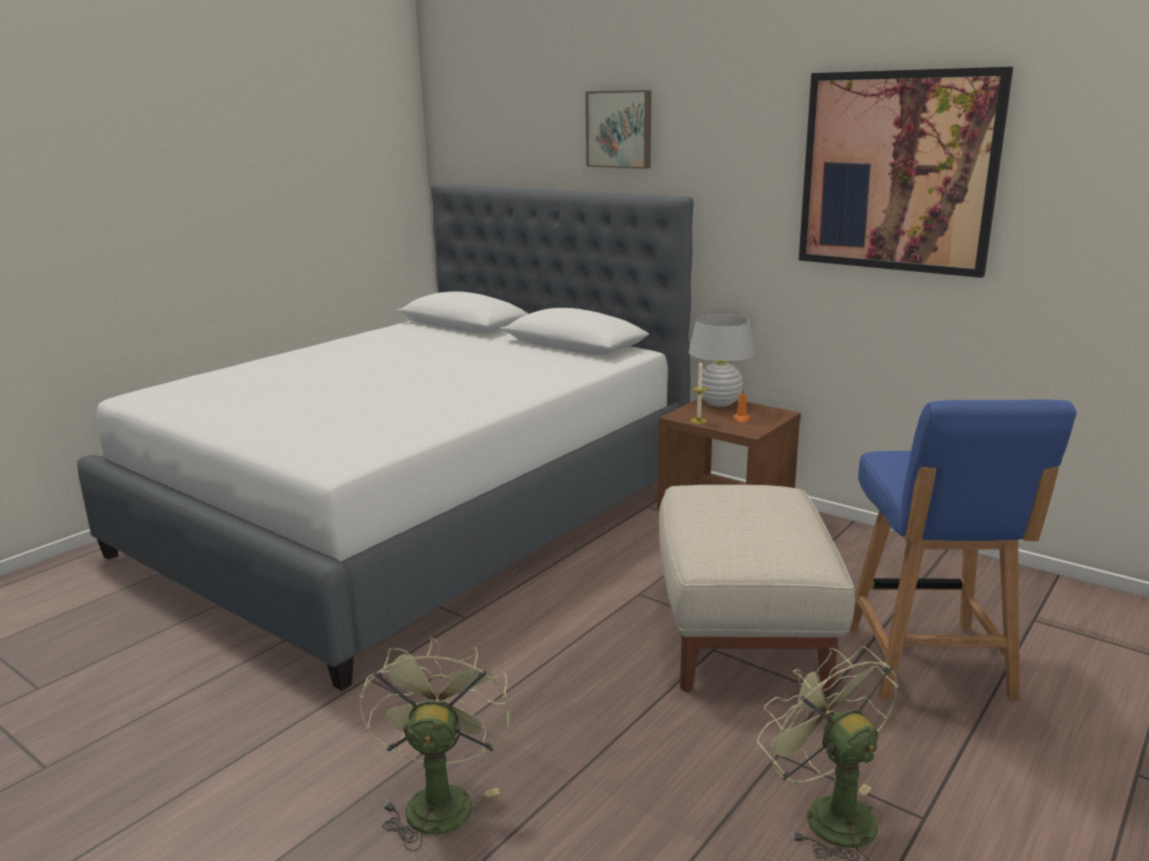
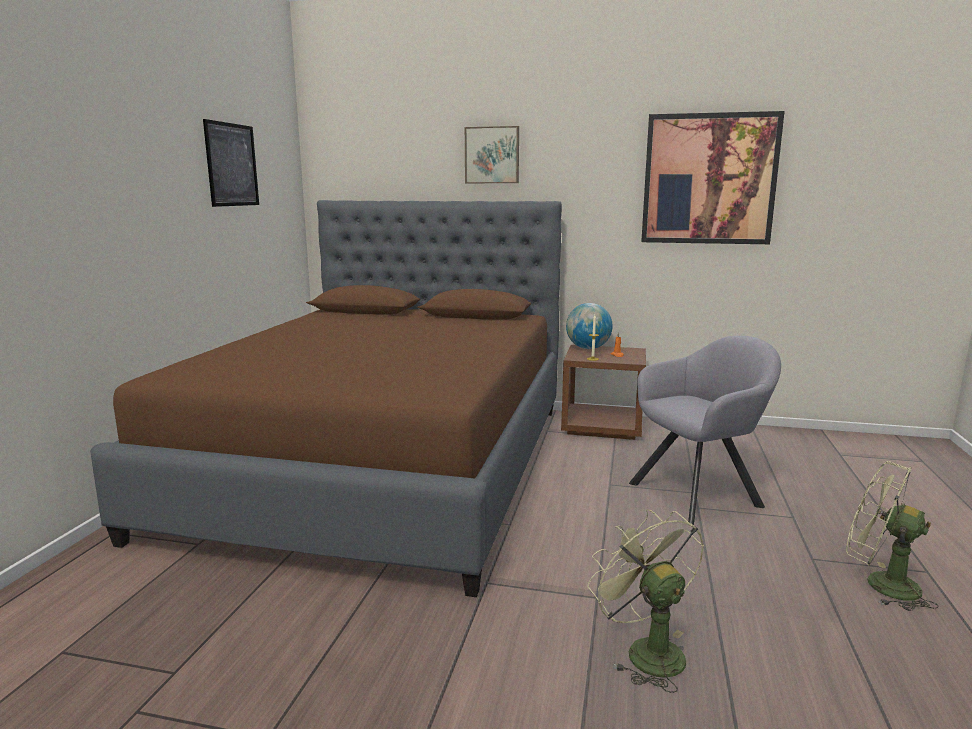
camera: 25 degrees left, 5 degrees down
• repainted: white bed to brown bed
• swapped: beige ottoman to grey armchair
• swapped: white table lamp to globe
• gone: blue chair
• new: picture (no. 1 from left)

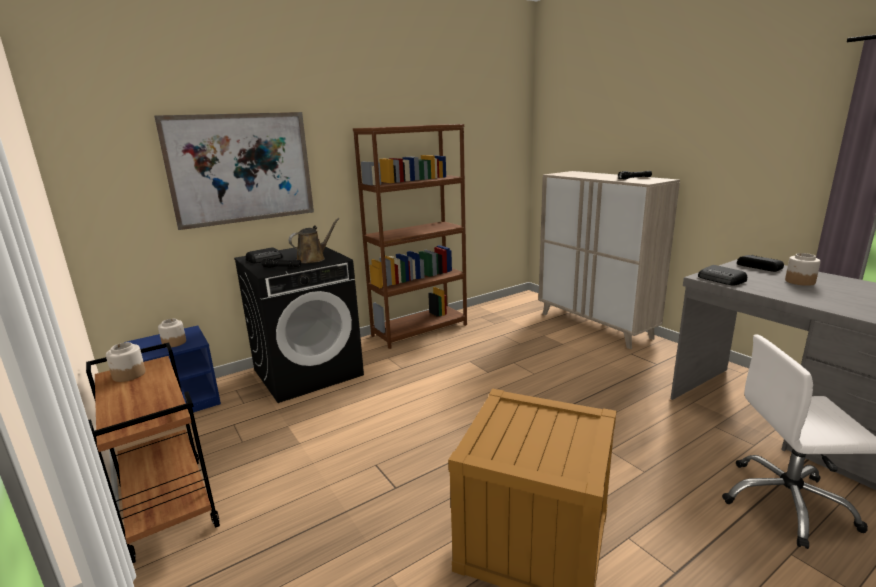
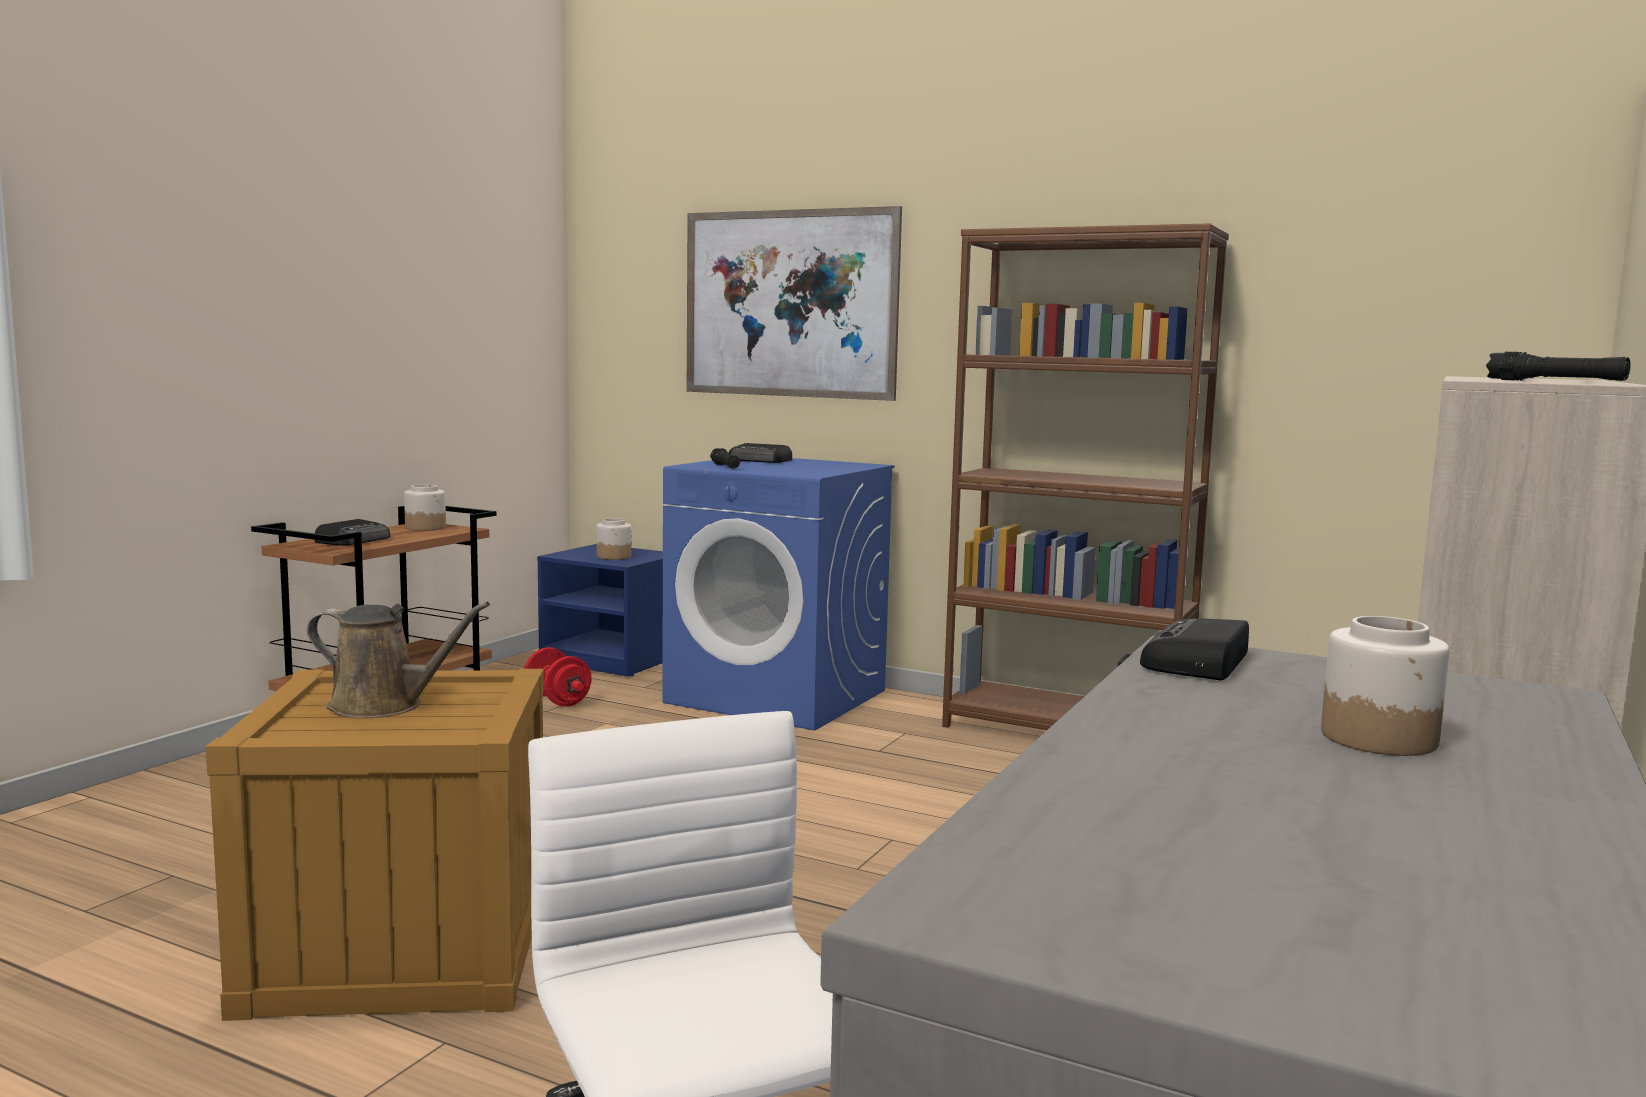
camera: 60 degrees right, 10 degrees down
• repainted: black washing machine to blue washing machine
• shifted: brown watering can
• shifted: radio (no. 3 from left in the first image) to radio (no. 1 from left)
• new: red dumbbell

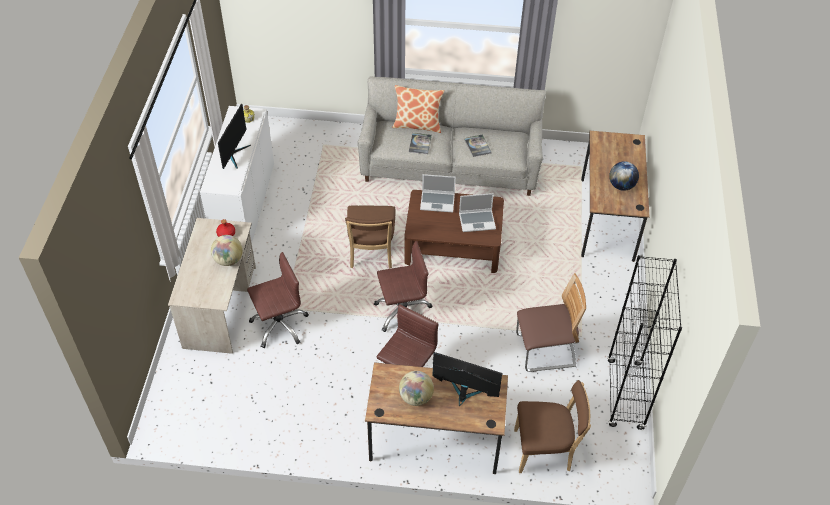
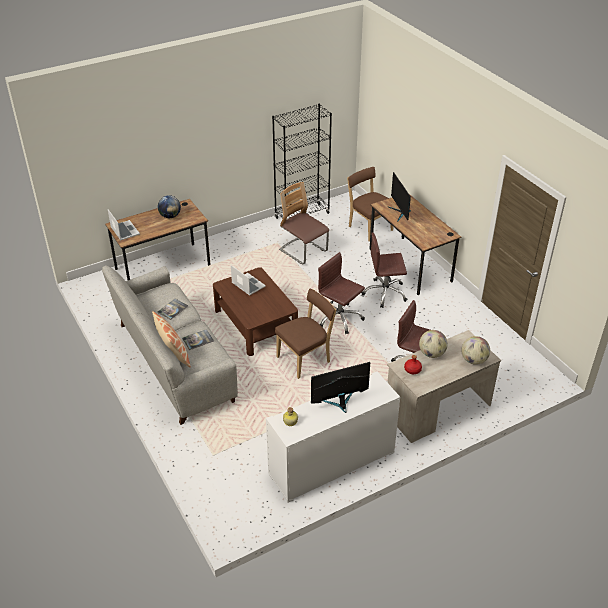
camera: 125 degrees left, 10 degrees down
• shifted: globe (no. 2 from left in the first image) to globe (no. 3 from left)
• shifted: laptop (no. 1 from left)

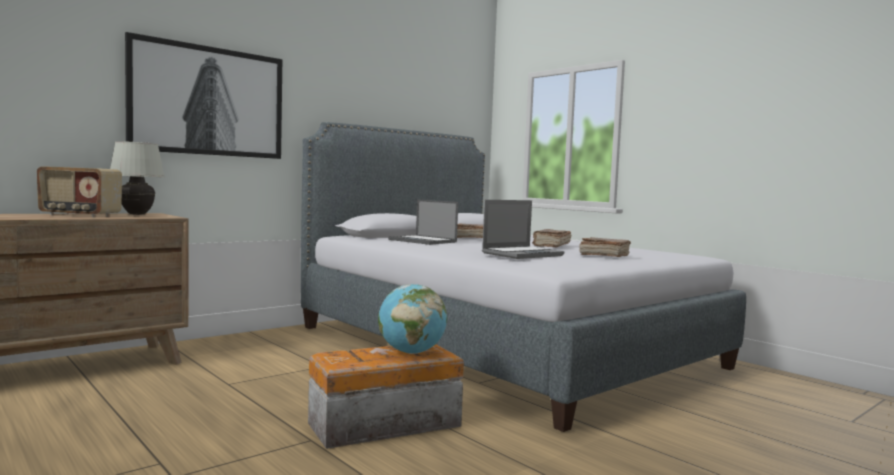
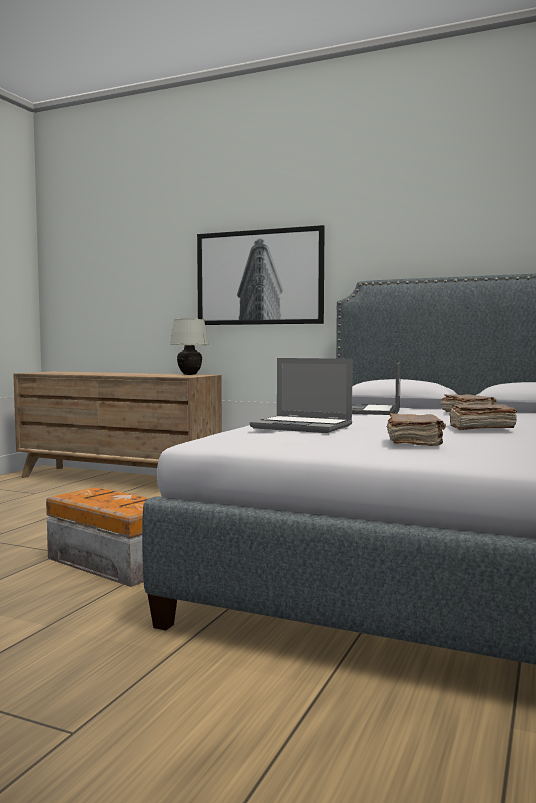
camera: 65 degrees right, 0 degrees up
• gone: radio
• gone: globe

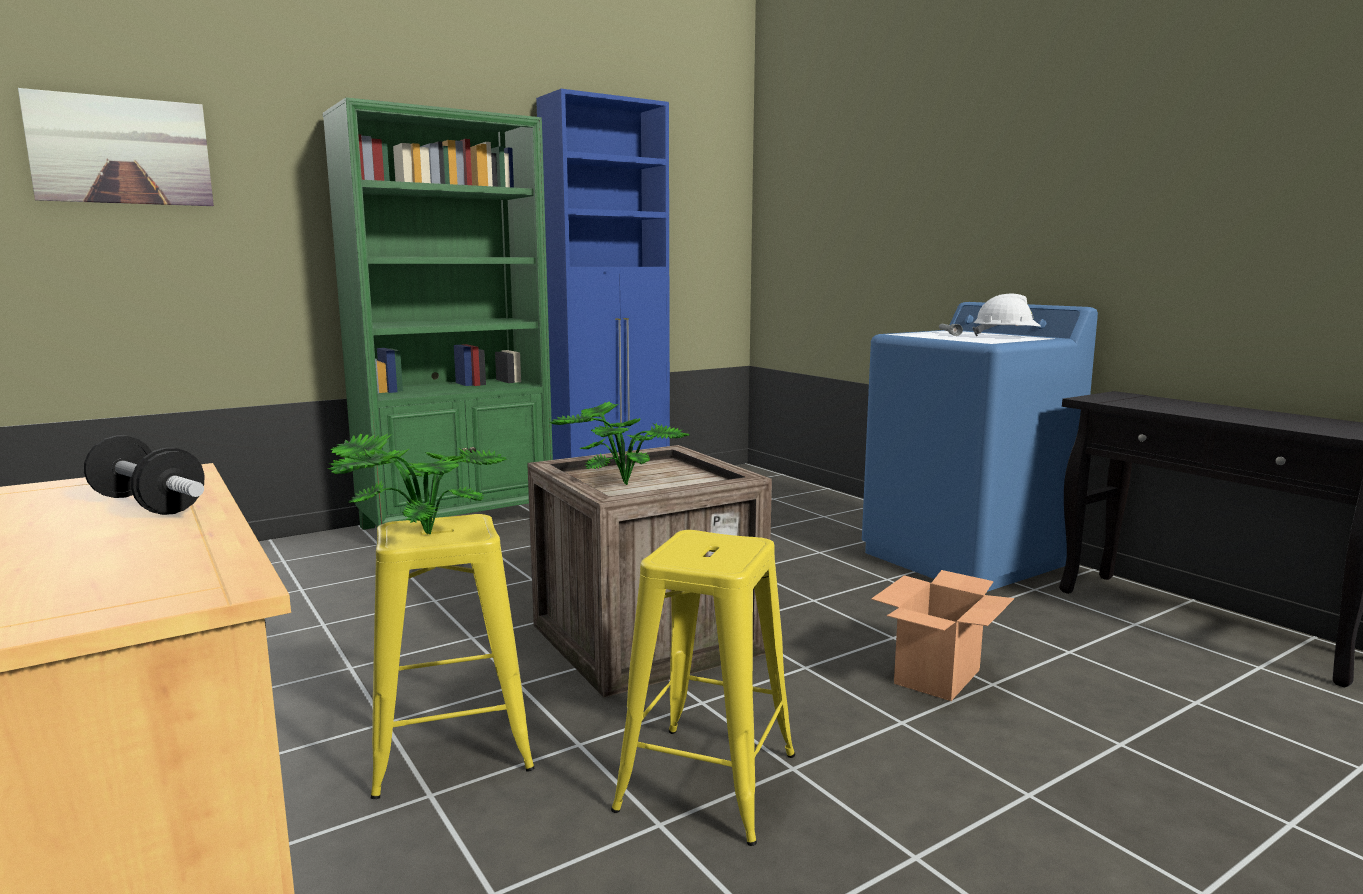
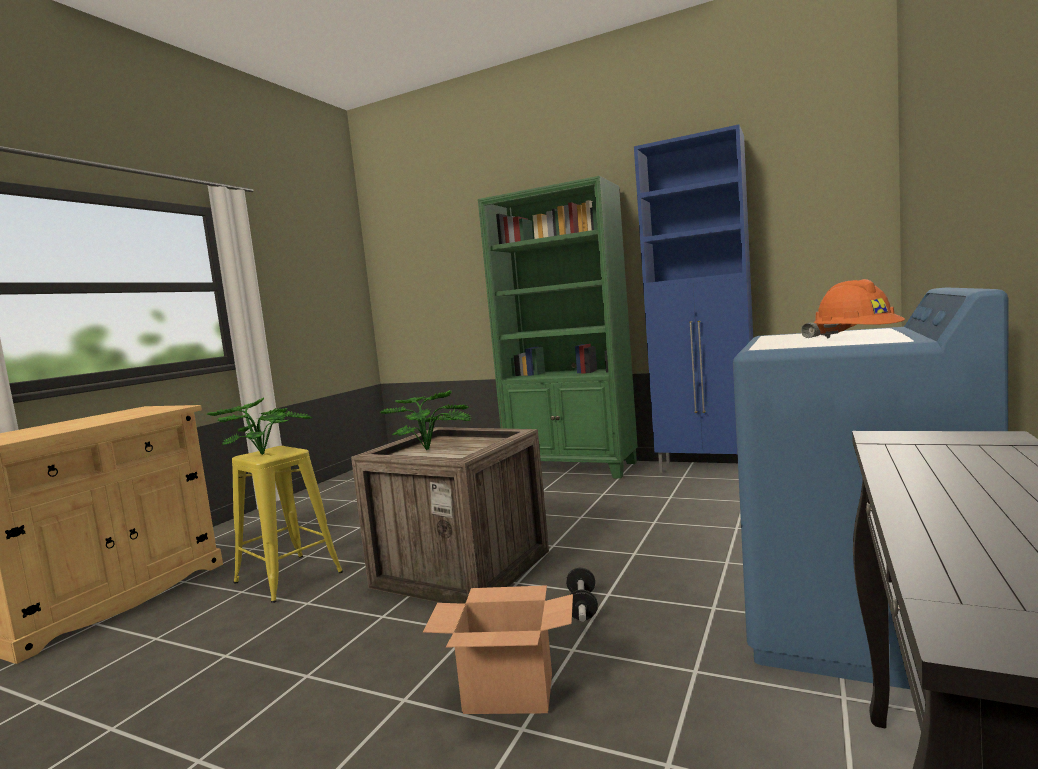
camera: 60 degrees right, 5 degrees down
• gone: picture
• shifted: dumbbell
• gone: yellow stool (no. 2 from left)
• repainted: white hard hat to orange hard hat

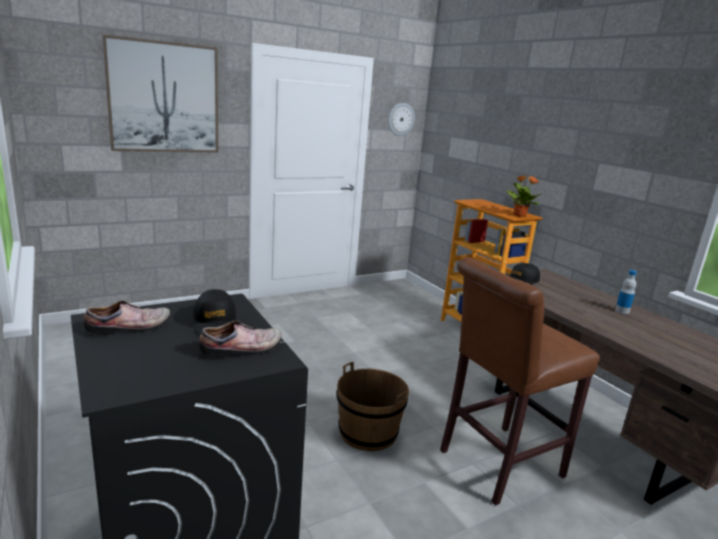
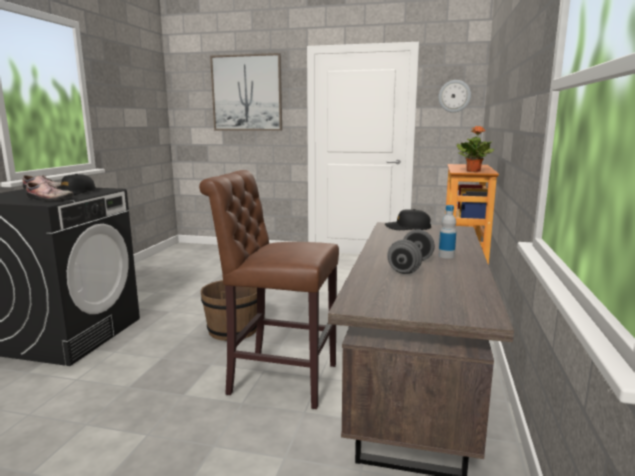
camera: 45 degrees right, 5 degrees down
• new: grey dumbbell

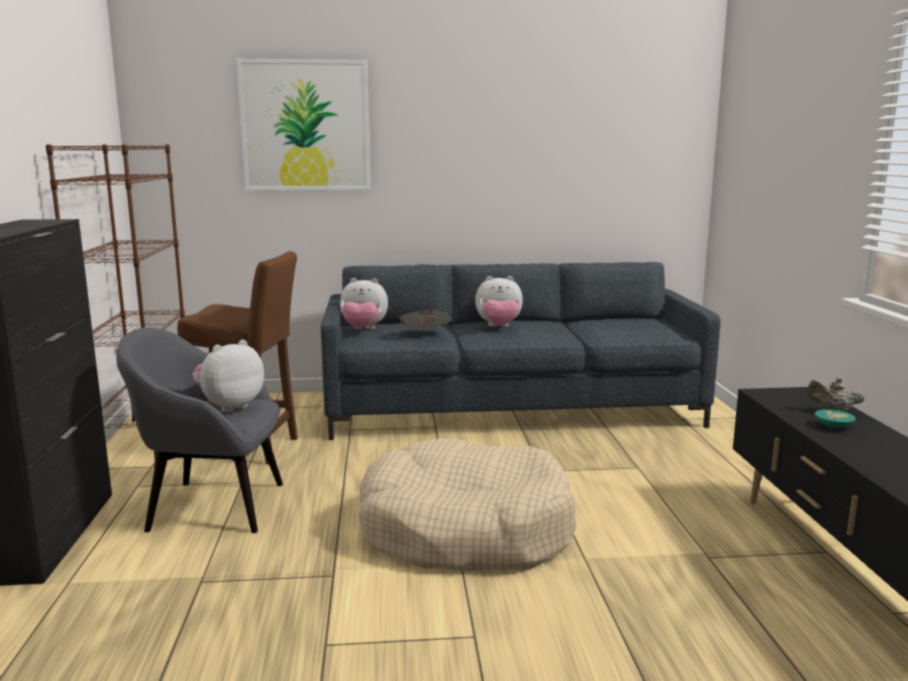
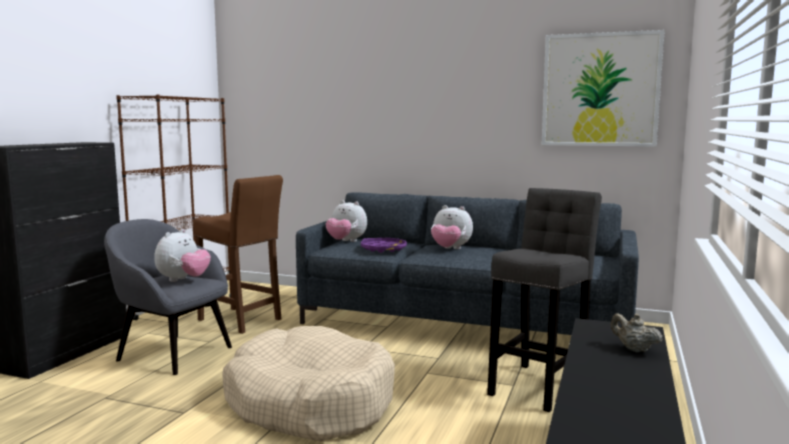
camera: 25 degrees right, 5 degrees down
• rotated: plush toy (no. 1 from left) 135 degrees clockwise
• shifted: picture
• swapped: newspaper to purple tray
• gone: turquoise bowl
• new: grey stool

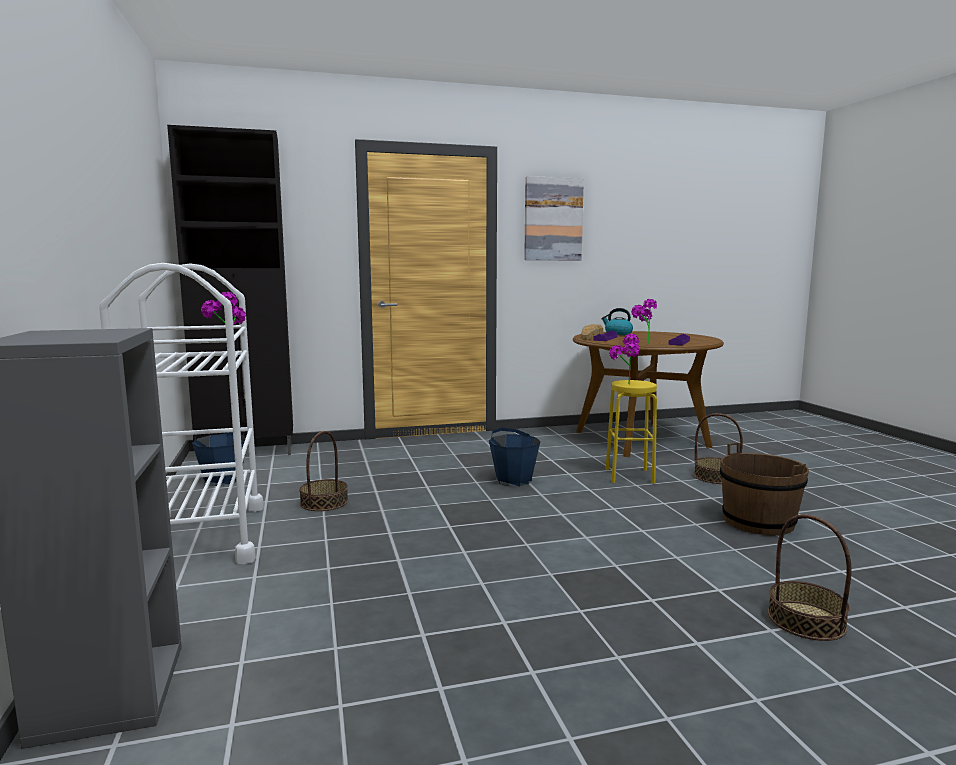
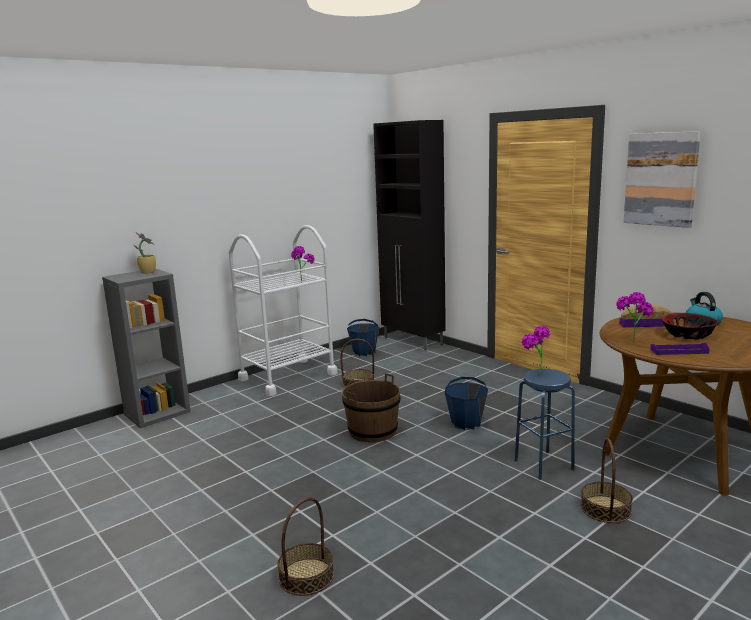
camera: 65 degrees right, 5 degrees up
• repainted: yellow stool to blue stool
• shifted: brown bucket
• new: potted plant (no. 1 from left)
• new: bowl

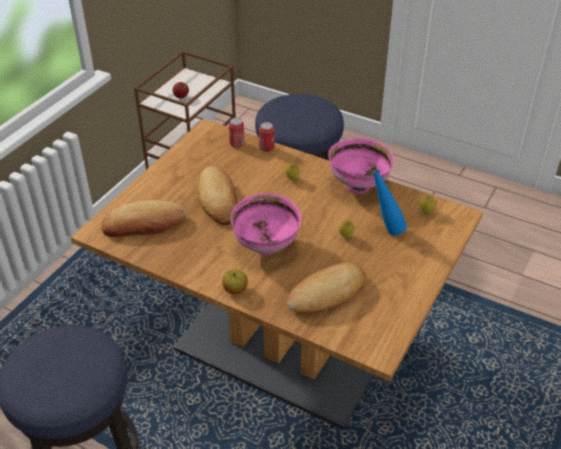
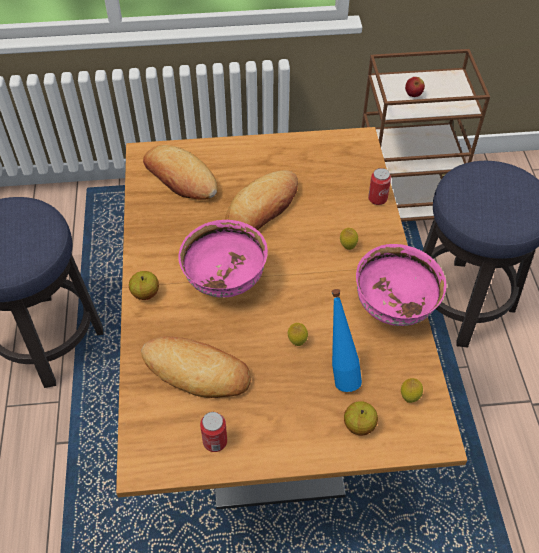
camera: 55 degrees right, 10 degrees up
• shifted: can (no. 1 from left)
• new: apple (no. 2 from left)

